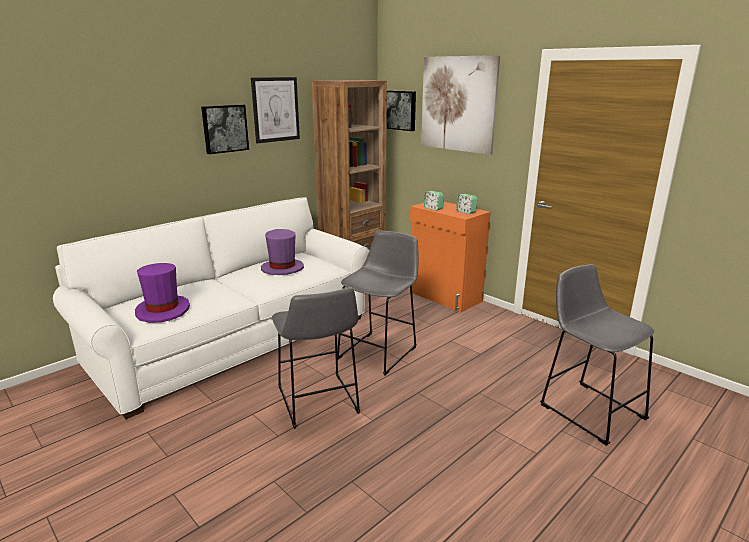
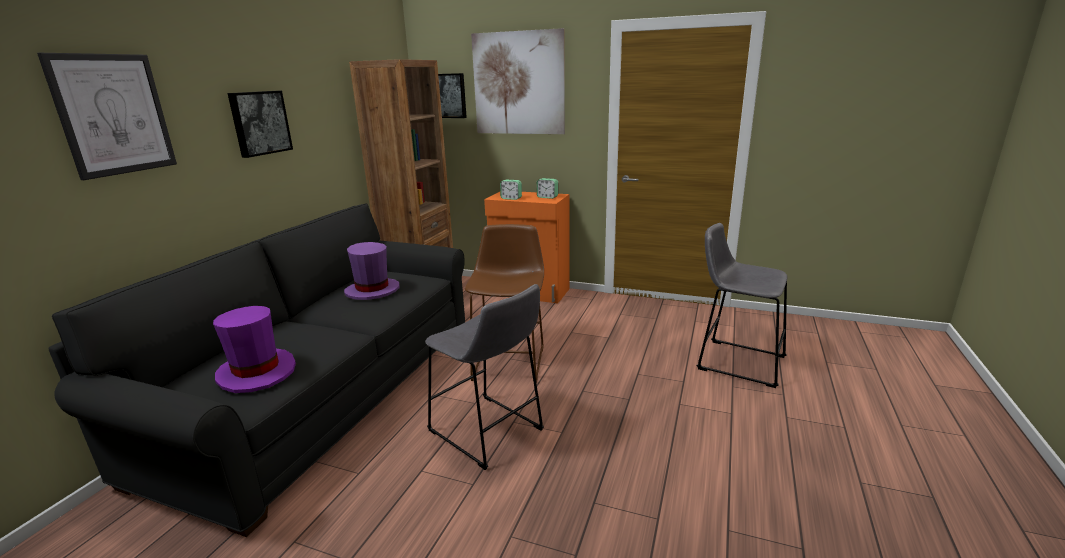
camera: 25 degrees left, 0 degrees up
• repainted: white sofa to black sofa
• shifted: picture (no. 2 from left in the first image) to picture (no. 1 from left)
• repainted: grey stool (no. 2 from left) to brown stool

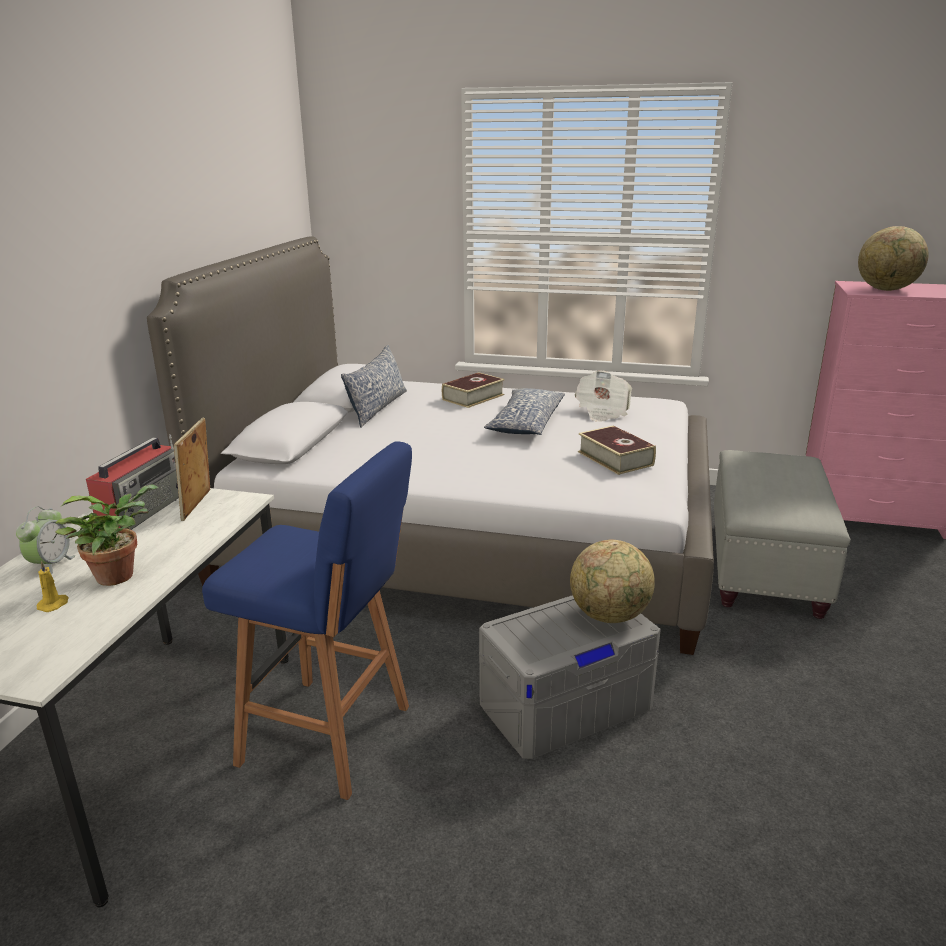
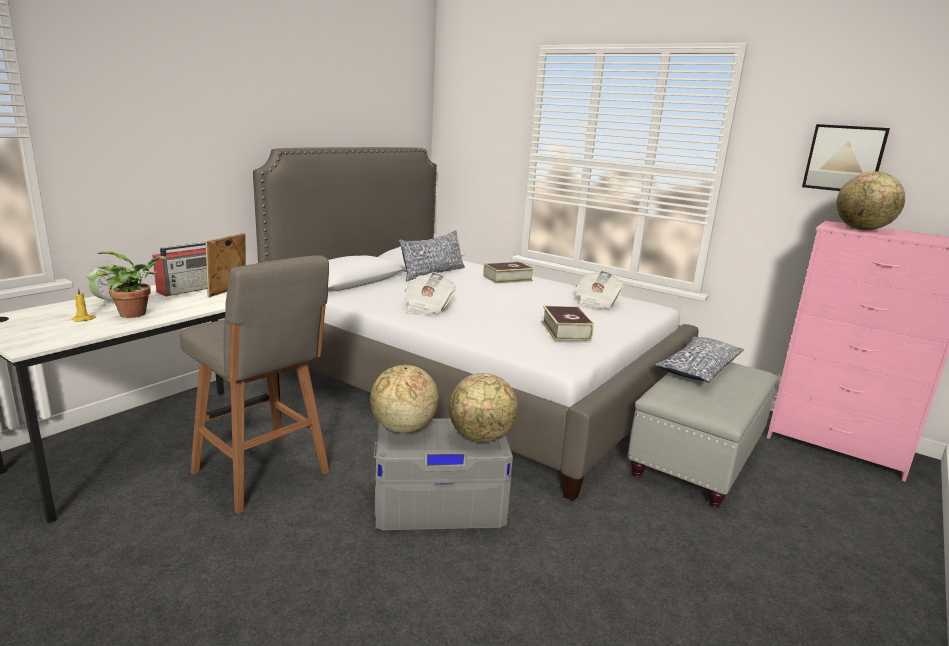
camera: 20 degrees right, 5 degrees down
• repainted: blue stool to grey stool
• shifted: pillow (no. 2 from left)
• new: globe (no. 1 from left)
• new: newspaper (no. 1 from left)
• new: picture

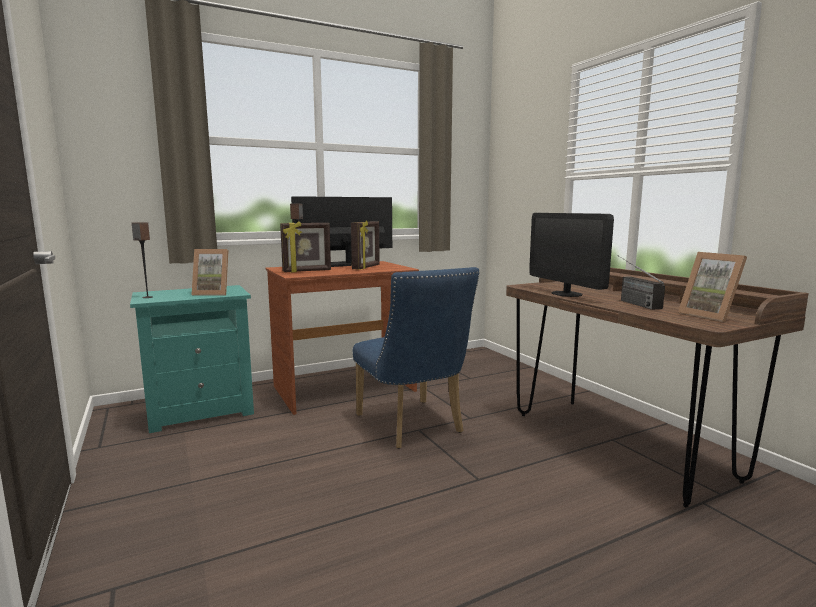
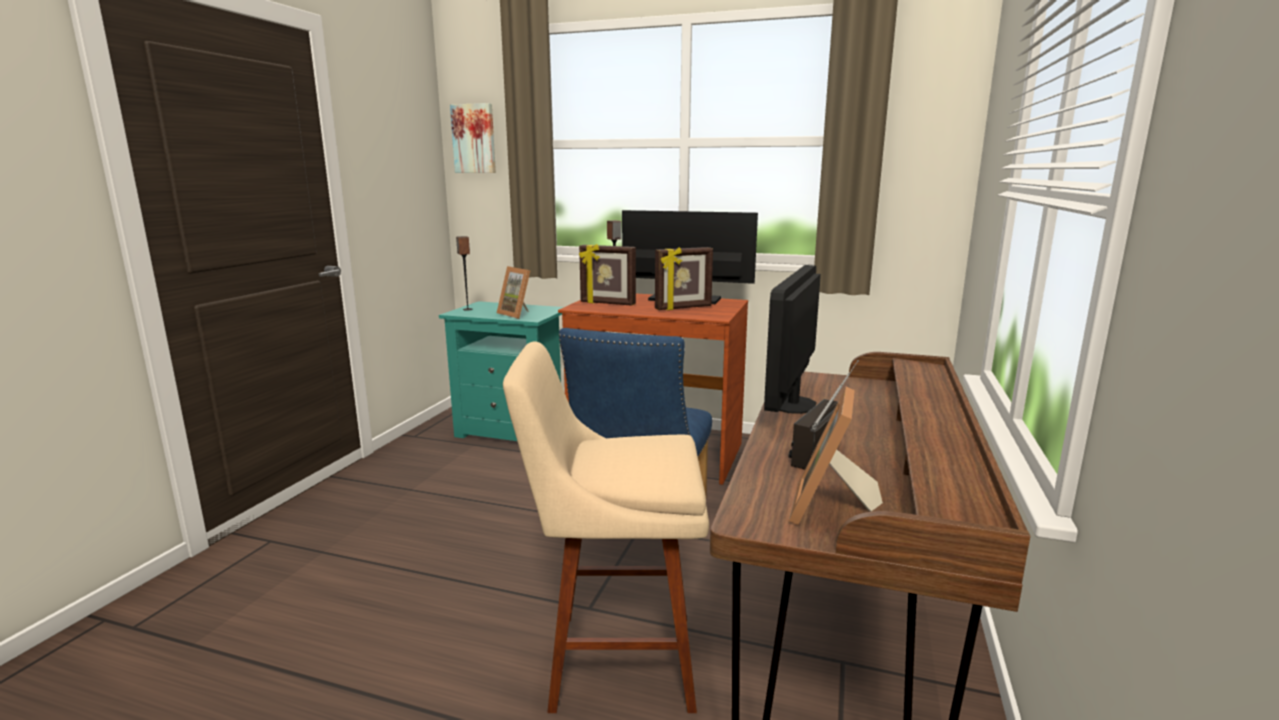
camera: 45 degrees right, 5 degrees up
• new: picture
• new: beige stool

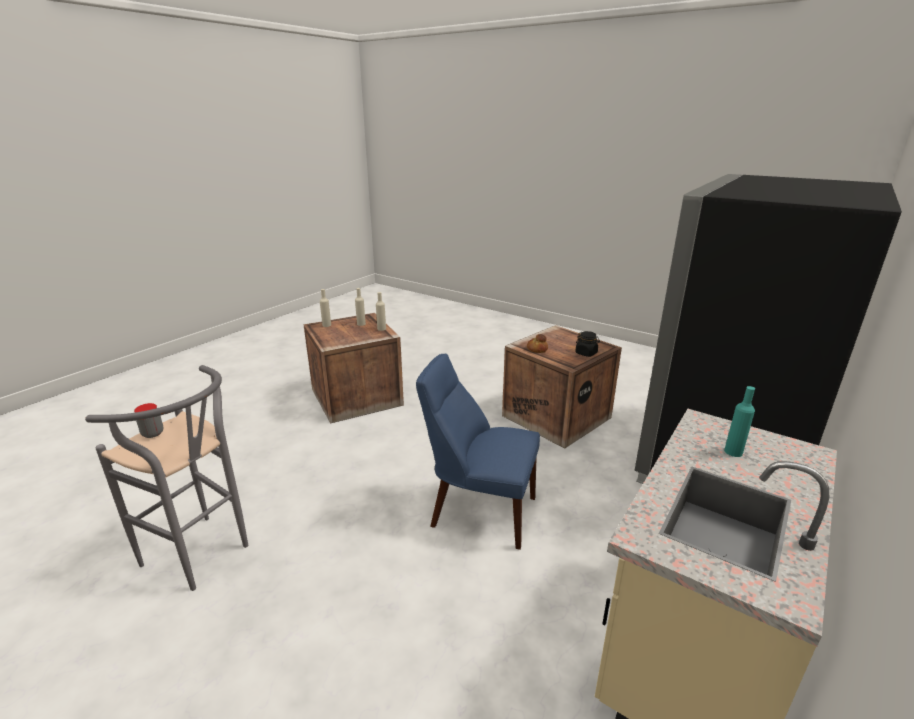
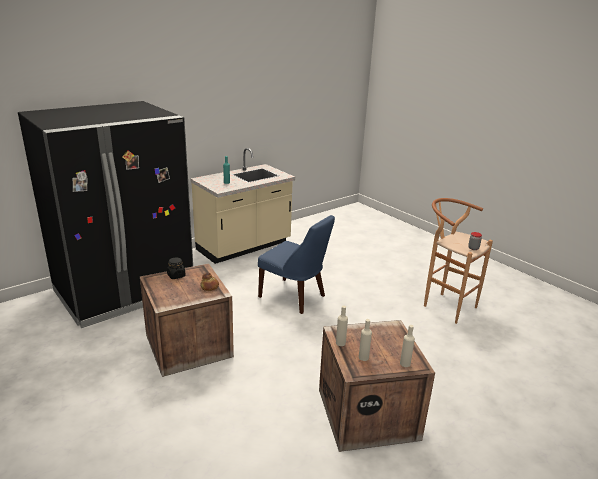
camera: 165 degrees left, 0 degrees up
• repainted: grey stool to brown stool

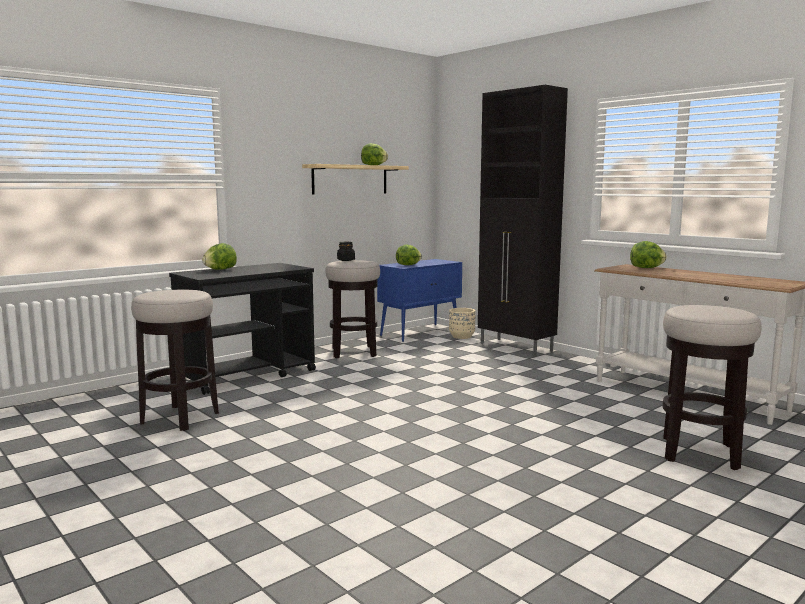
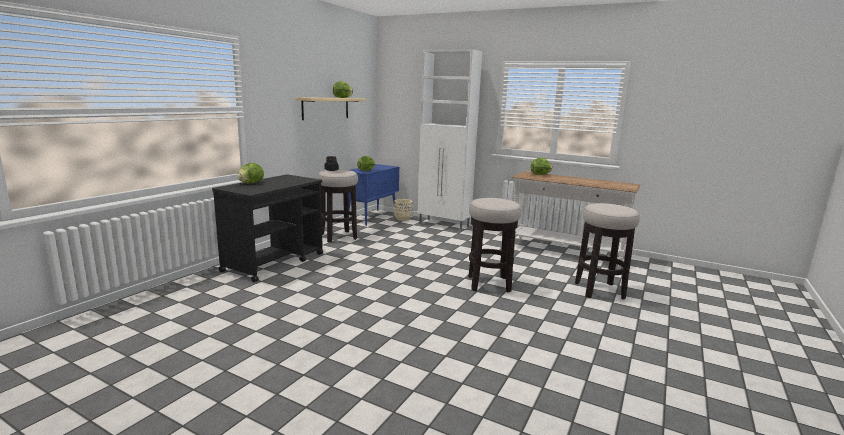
camera: 20 degrees left, 5 degrees up
• shifted: stool (no. 1 from left in the first image) to stool (no. 2 from left)
• repainted: black cabinet to white cabinet

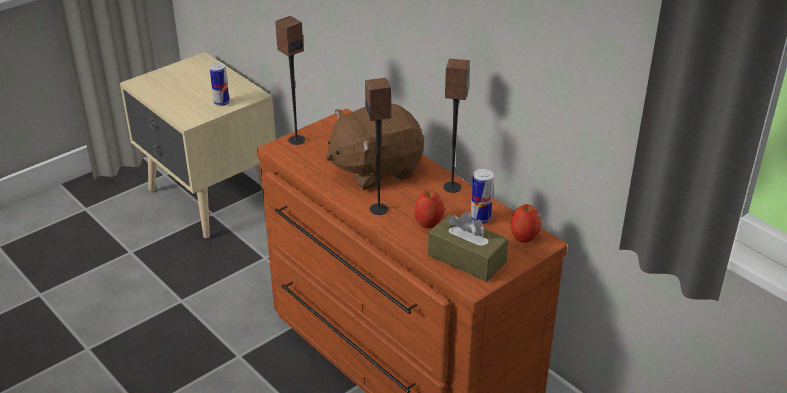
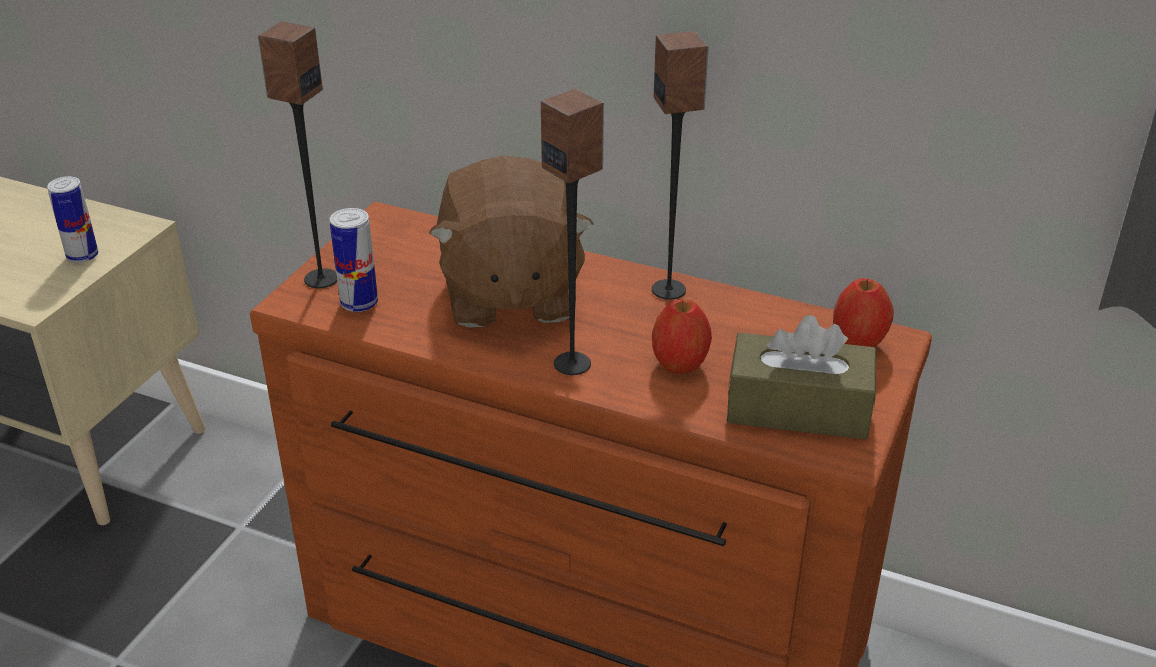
camera: 25 degrees left, 0 degrees up
• rotated: brown plush toy 45 degrees counterclockwise
• shifted: can (no. 2 from left)

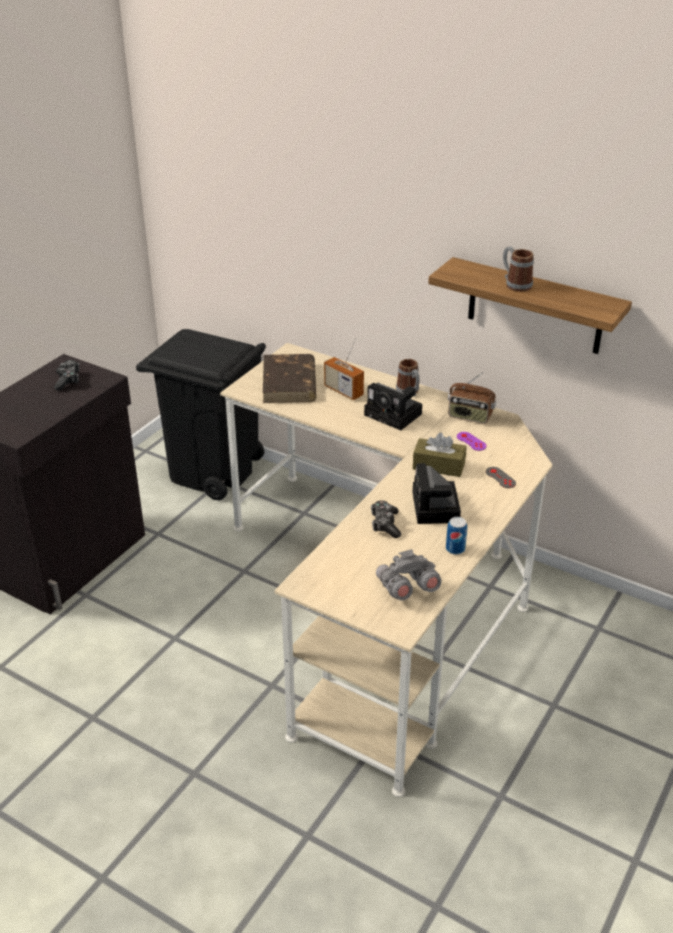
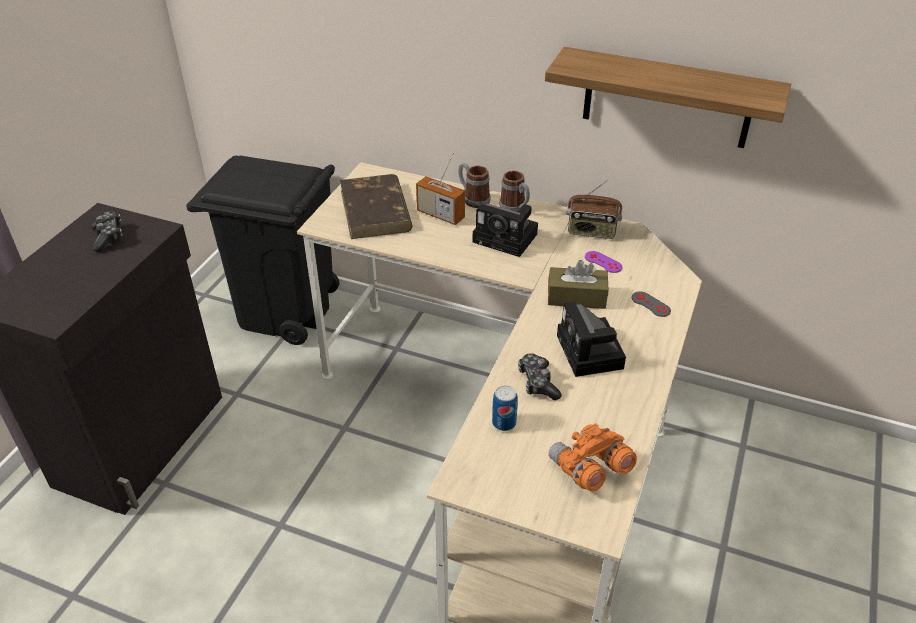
camera: 10 degrees left, 5 degrees up
• repainted: grey binoculars to orange binoculars
• shifted: can
• shifted: mug (no. 2 from left in the first image) to mug (no. 1 from left)

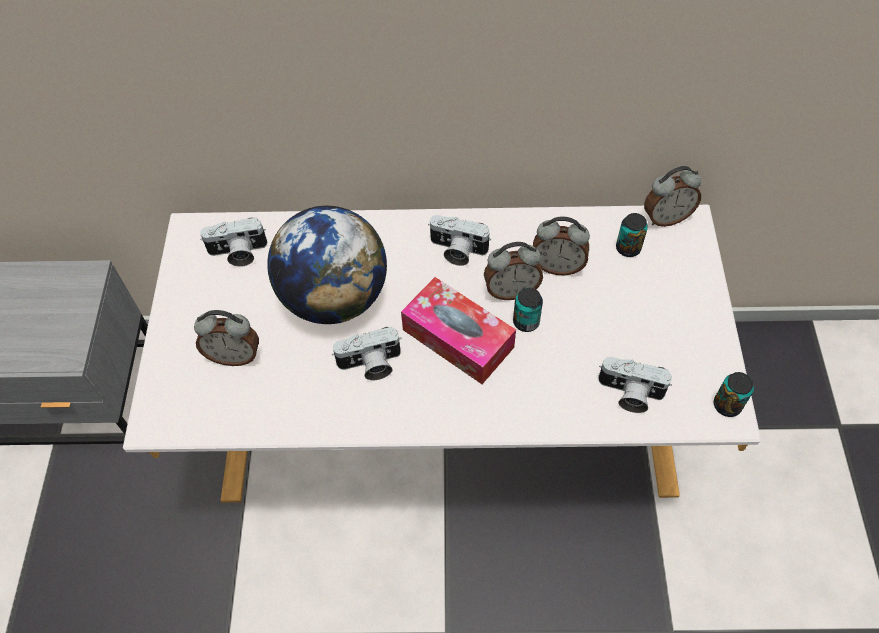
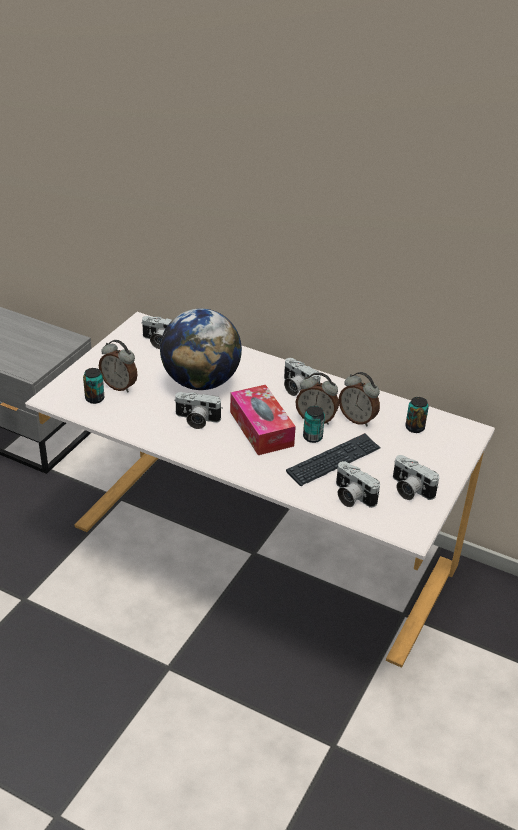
camera: 25 degrees right, 20 degrees down
• gone: alarm clock (no. 4 from left)
• shifted: can (no. 3 from left in the first image) to can (no. 1 from left)
• new: keyboard
• new: photo camera (no. 5 from left)

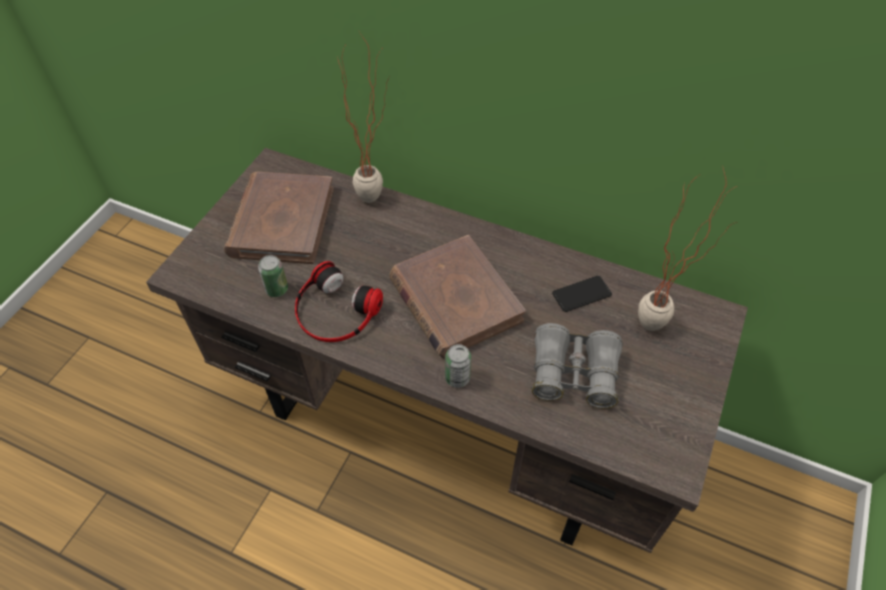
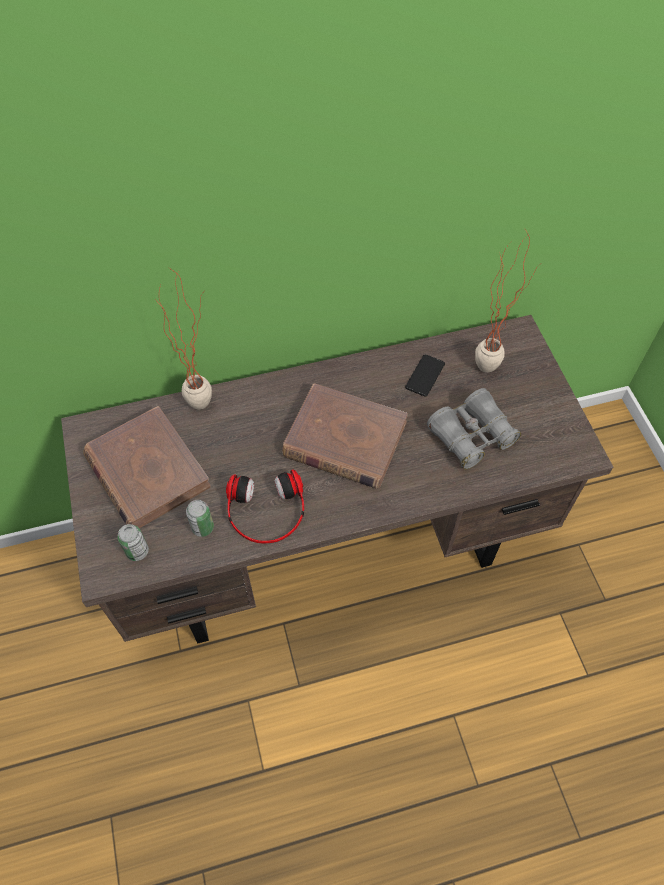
camera: 40 degrees left, 5 degrees up
• shifted: can (no. 2 from left in the first image) to can (no. 1 from left)

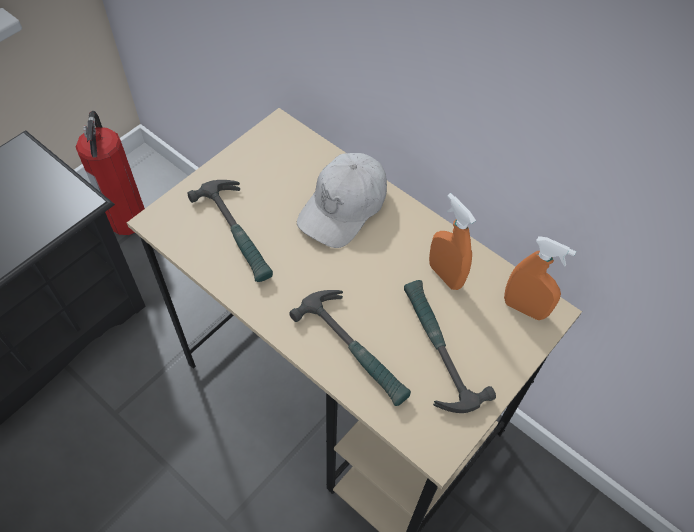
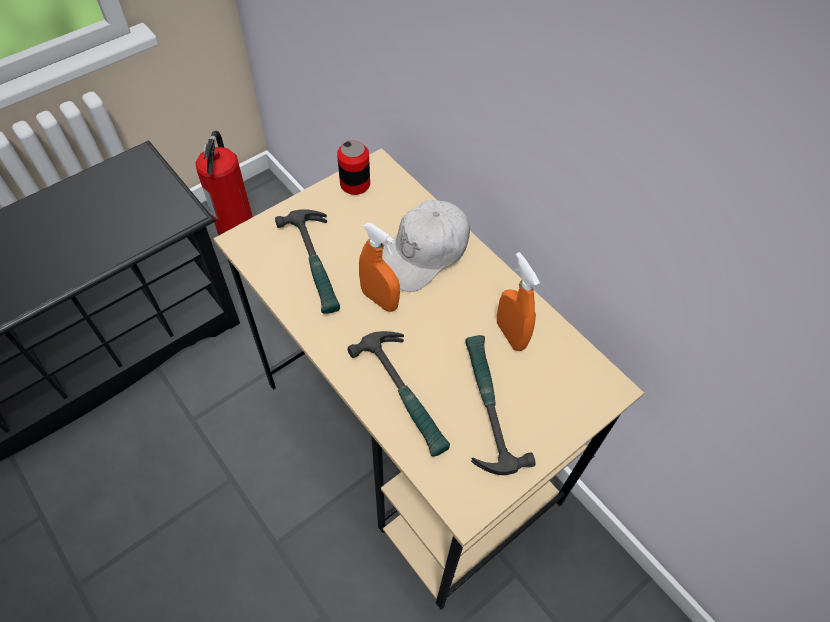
camera: 10 degrees right, 0 degrees up
• shifted: orange spray bottle (no. 2 from left in the first image) to orange spray bottle (no. 1 from left)
• new: can

